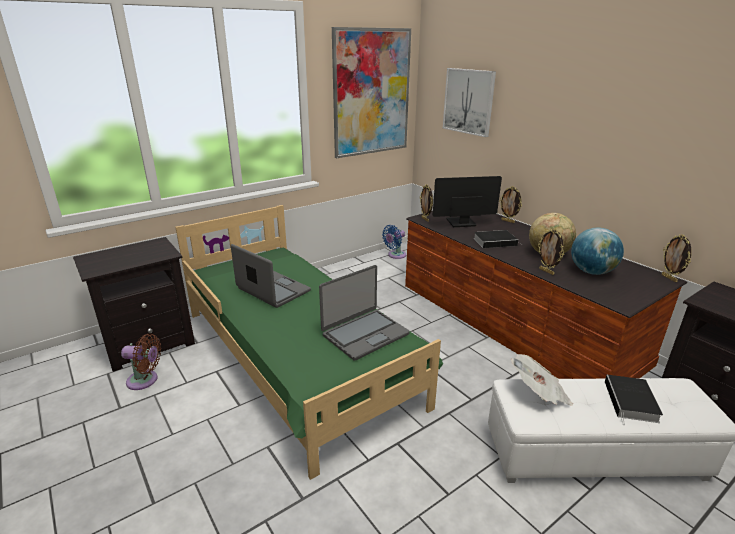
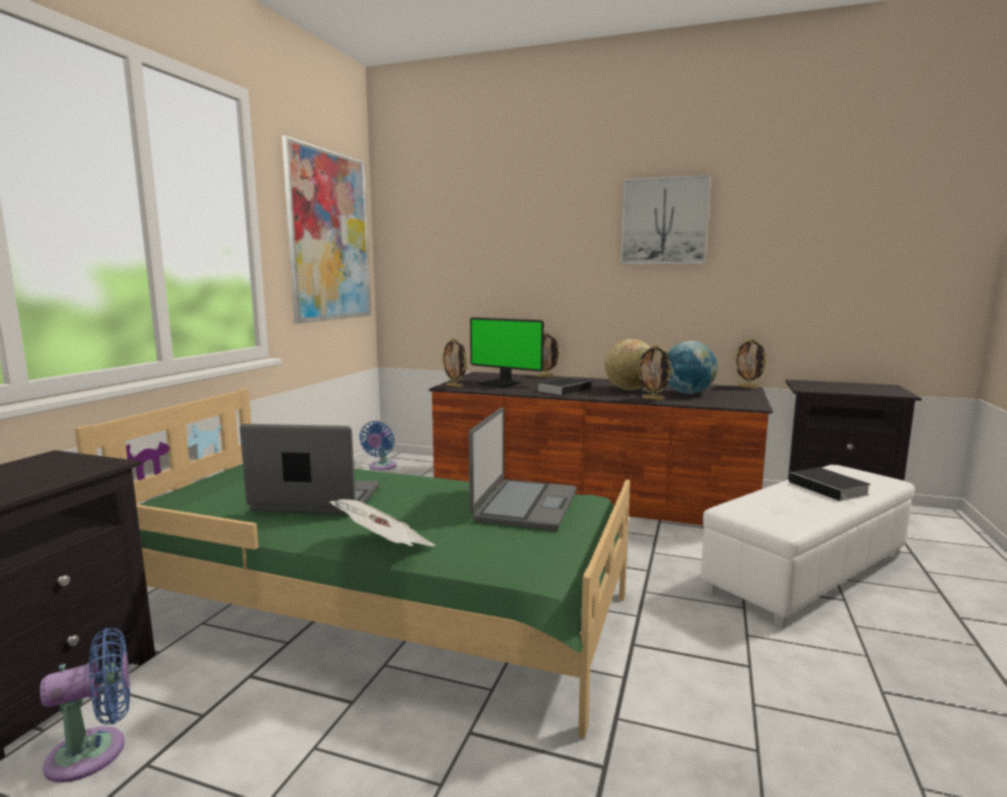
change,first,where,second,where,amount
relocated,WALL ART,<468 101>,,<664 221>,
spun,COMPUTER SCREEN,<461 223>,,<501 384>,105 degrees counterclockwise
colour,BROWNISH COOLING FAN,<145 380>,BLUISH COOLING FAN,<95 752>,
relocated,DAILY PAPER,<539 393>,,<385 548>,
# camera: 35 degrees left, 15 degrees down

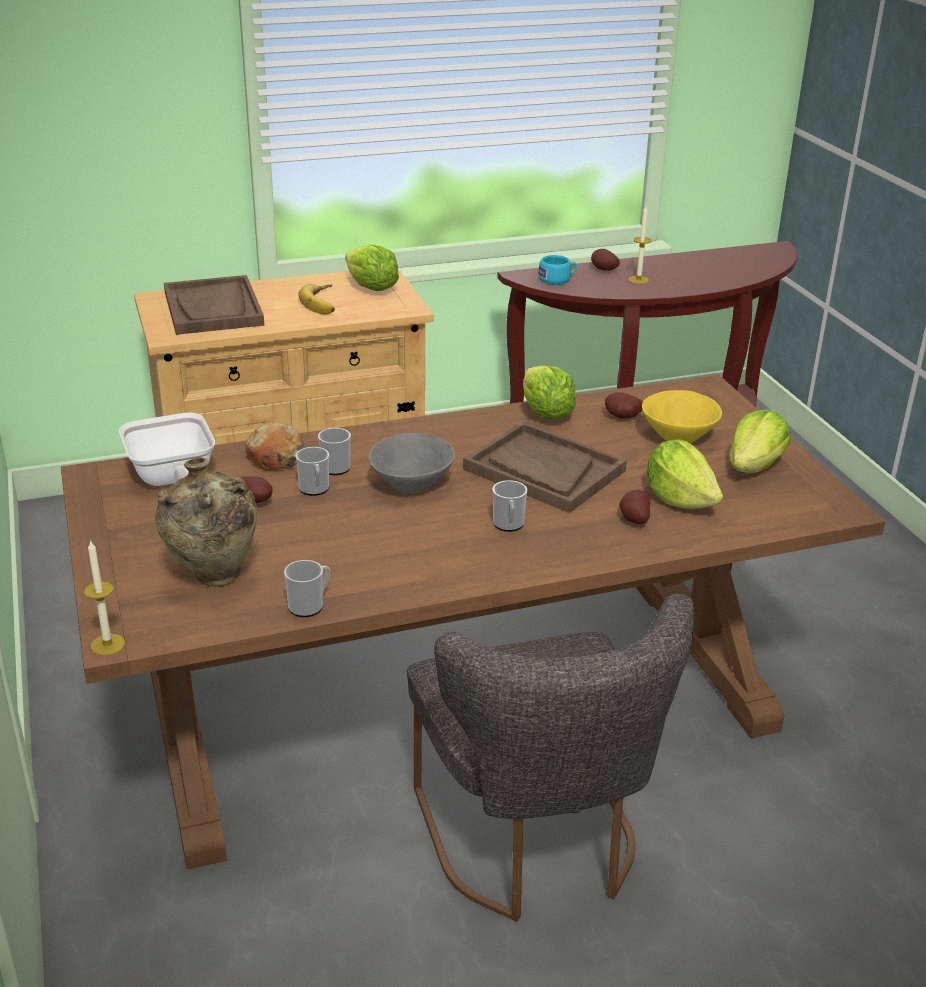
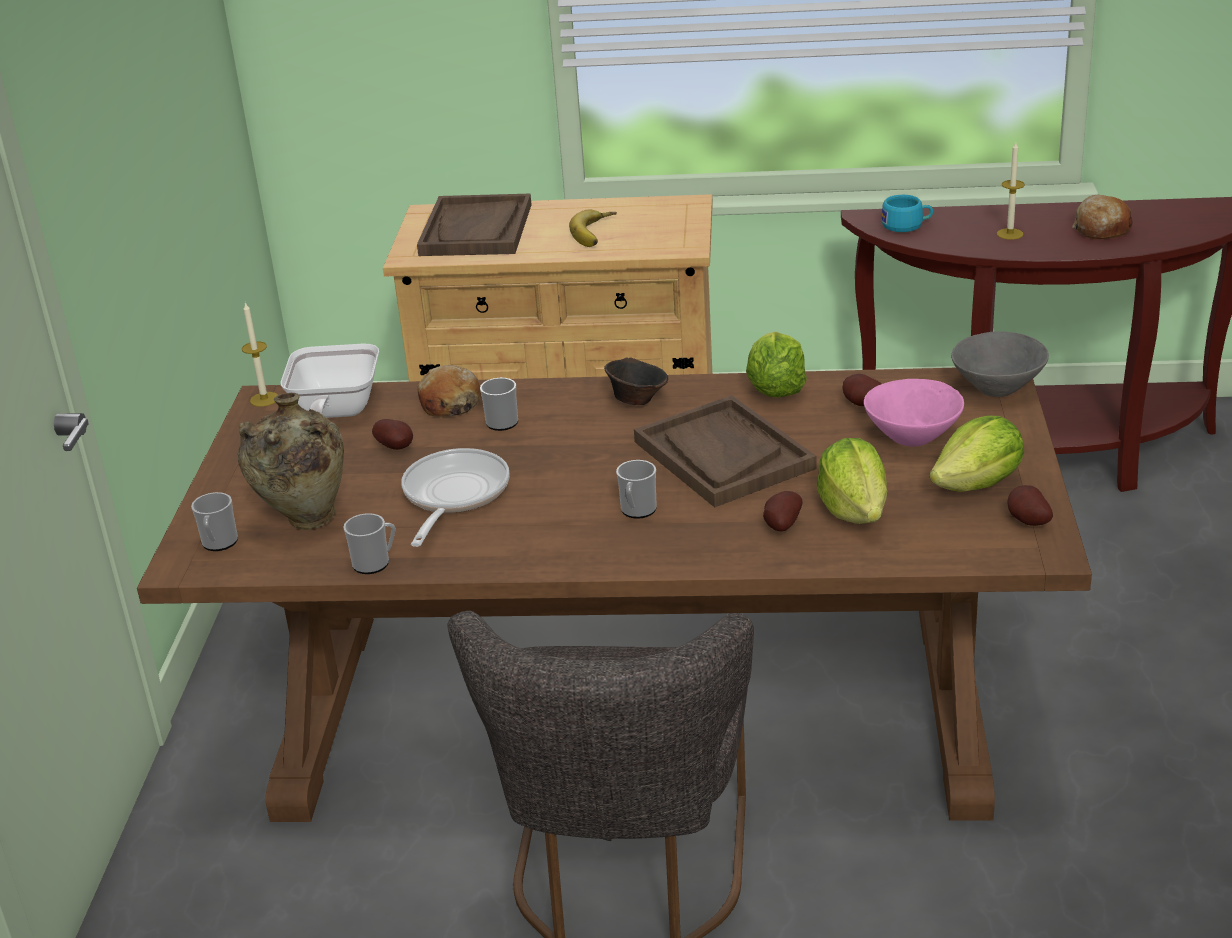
change,first,where,second,where,amount
missing,LETTUCE HEAD,<371 288>,,,
relocated,POTATO,<603 270>,,<1026 521>,
colour,YELLOWISH SERVING BOWL,<679 437>,PINKISH SERVING BOWL,<914 437>,
relocated,GREY SERVING BOWL,<410 485>,,<996 388>,
relocated,COFFEE MUG,<315 490>,,<219 544>,
relocated,WAX CANDLE,<107 644>,,<264 399>,
appeared,,,BREAD,<1101 229>,
appeared,,,BROWNISH SERVING BOWL,<637 400>,
appeared,,,FRYING PAN,<453 496>,
# camera: 25 degrees right, 0 degrees up

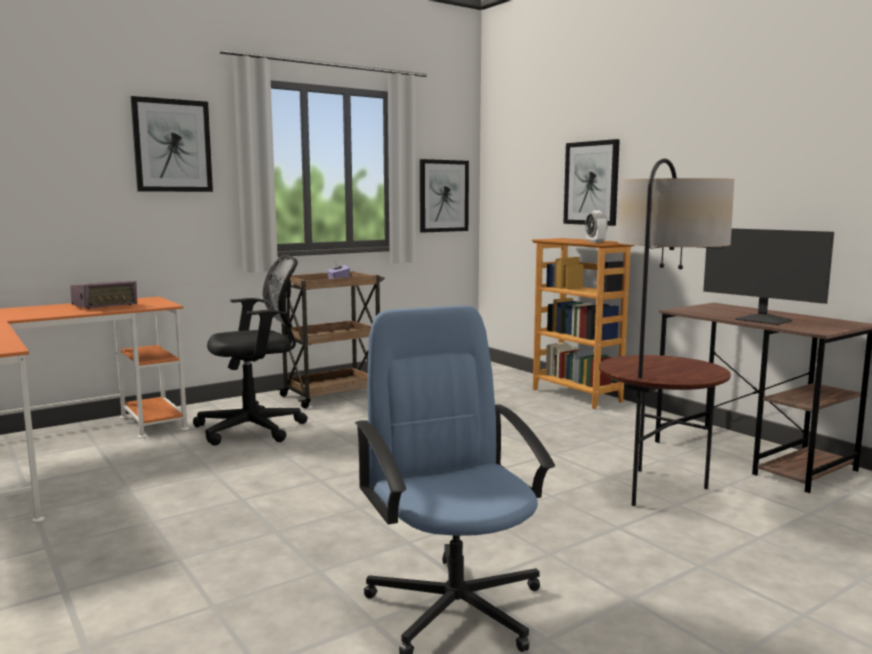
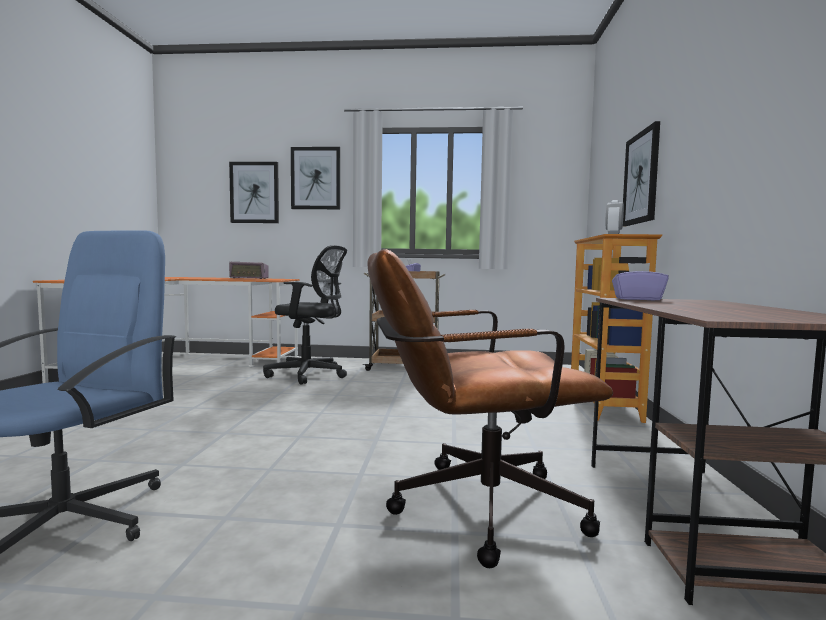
change,first,where,second,where,amount
relocated,WALL ART,<443 196>,,<254 192>,
exchanged,STANDARD LAMP,<655 490>,BROWNISH OFFICE CHAIR,<470 508>,
missing,COMPUTER SCREEN,<763 320>,,,
appeared,,,PURPLE TISSUE HOLDER,<637 299>,
# camera: 40 degrees right, 5 degrees down

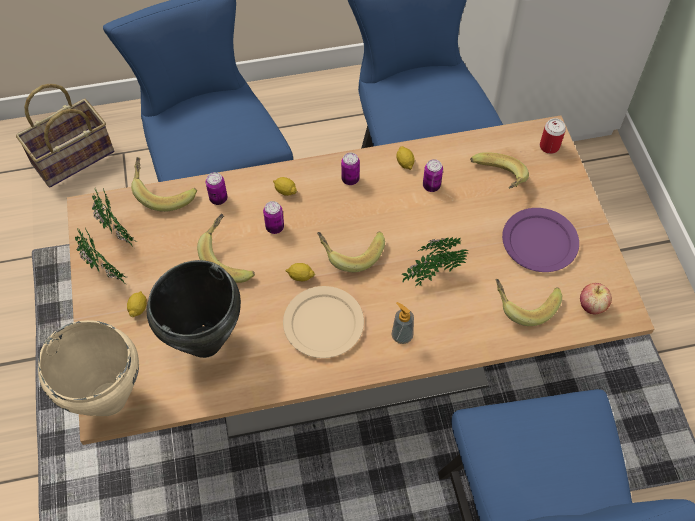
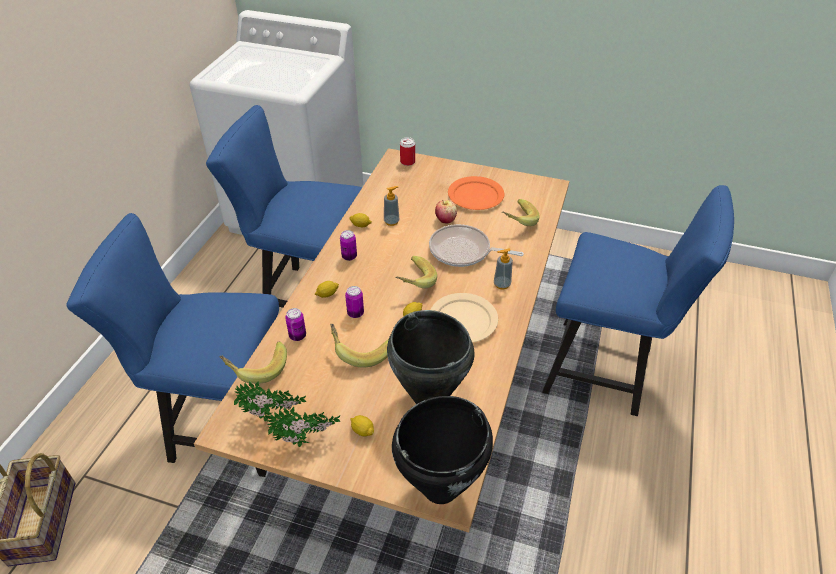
change,first,where,second,where,amount
missing,BANANA FRUIT,<496 181>,,,
exchanged,CAN,<431 186>,SOAP BOTTLE,<391 221>,
colour,PURPLE FLAT DISH,<539 242>,ORANGEY FLAT DISH,<476 196>,
exchanged,PLANT IN A POT,<431 275>,FRYING PAN,<463 251>,
relocated,WHOLE APPLE,<591 306>,,<445 220>,
colour,SAND-COLOURED STOCKPOT,<109 400>,BLACK-COLOURED STOCKPOT,<441 488>,
# camera: 60 degrees left, 15 degrees down

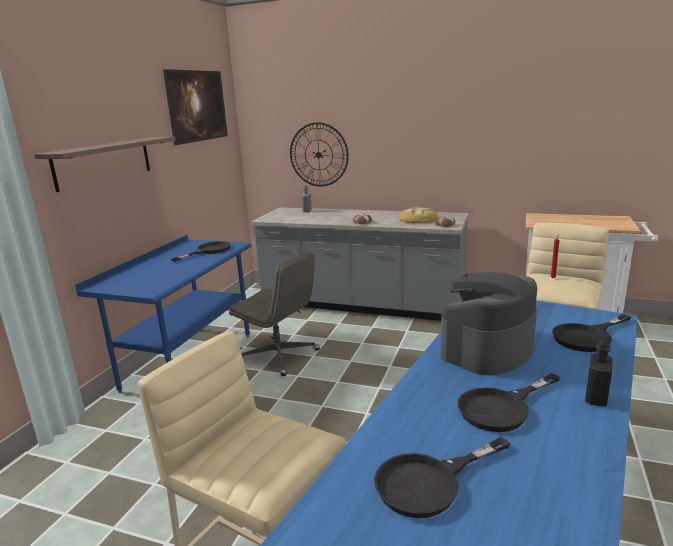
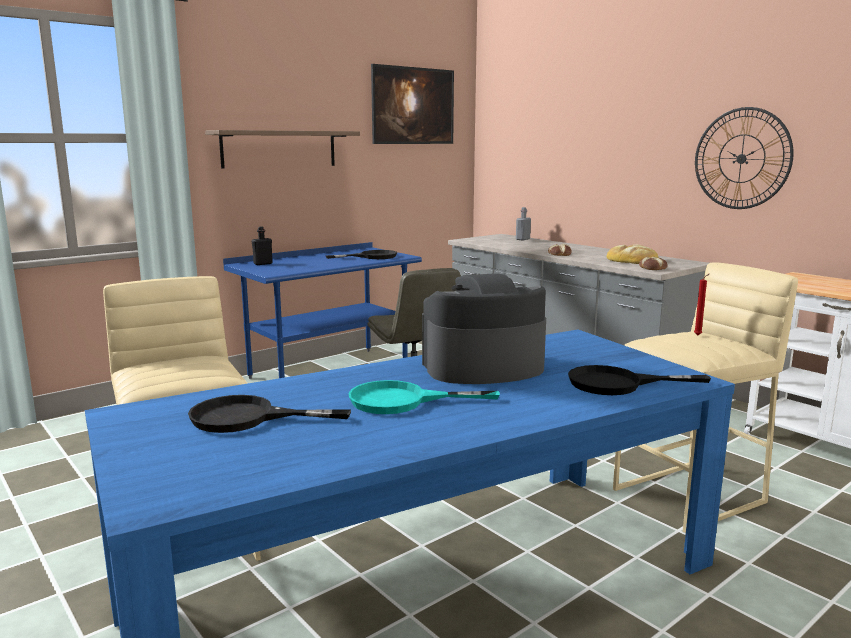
change,first,where,second,where,amount
relocated,WALL CLOCK,<318 155>,,<741 158>,
relocated,BLACK-COLOURED BOTTLE,<596 398>,,<263 264>,
colour,BLACK-COLOURED FRYING PAN,<501 408>,TURQUOISE-COLOURED FRYING PAN,<402 401>,
# camera: 30 degrees right, 5 degrees down

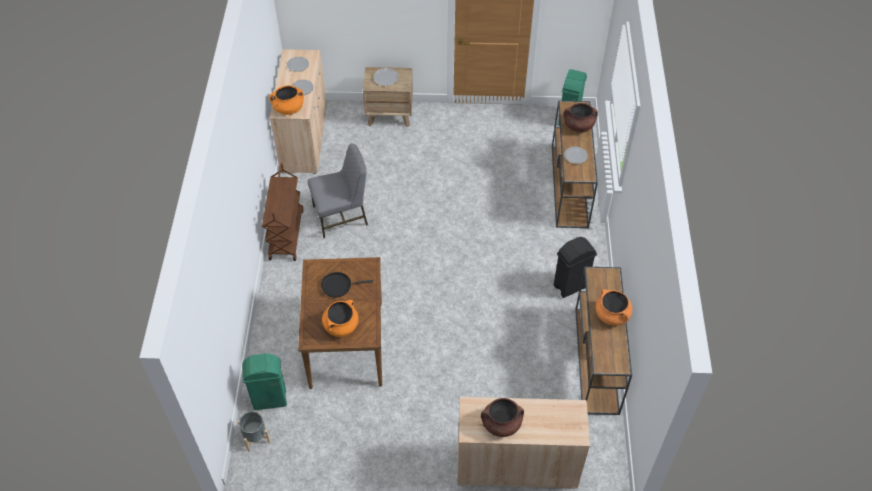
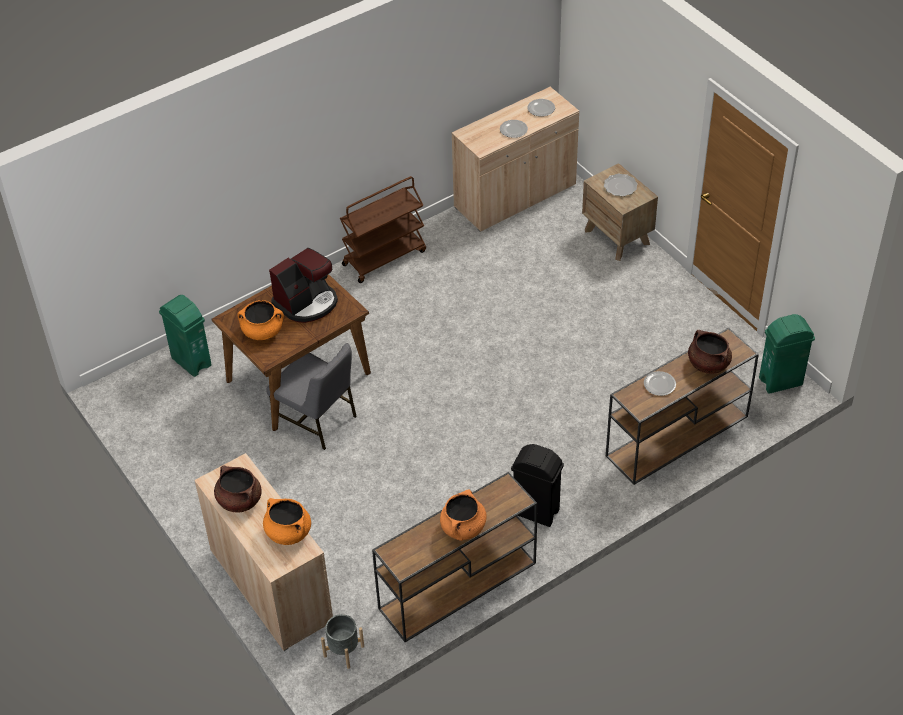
change,first,where,second,where,amount
relocated,ORANGEY STOCKPOT,<288 109>,,<288 532>,
relocated,GREY PLAIN CHAIR,<341 216>,,<317 420>,
exchanged,BLACK-COLOURED FRYING PAN,<338 285>,COFFEE MACHINE,<307 302>,
relocated,GREY PLANTER,<256 437>,,<344 651>,
# camera: 55 degrees right, 5 degrees down

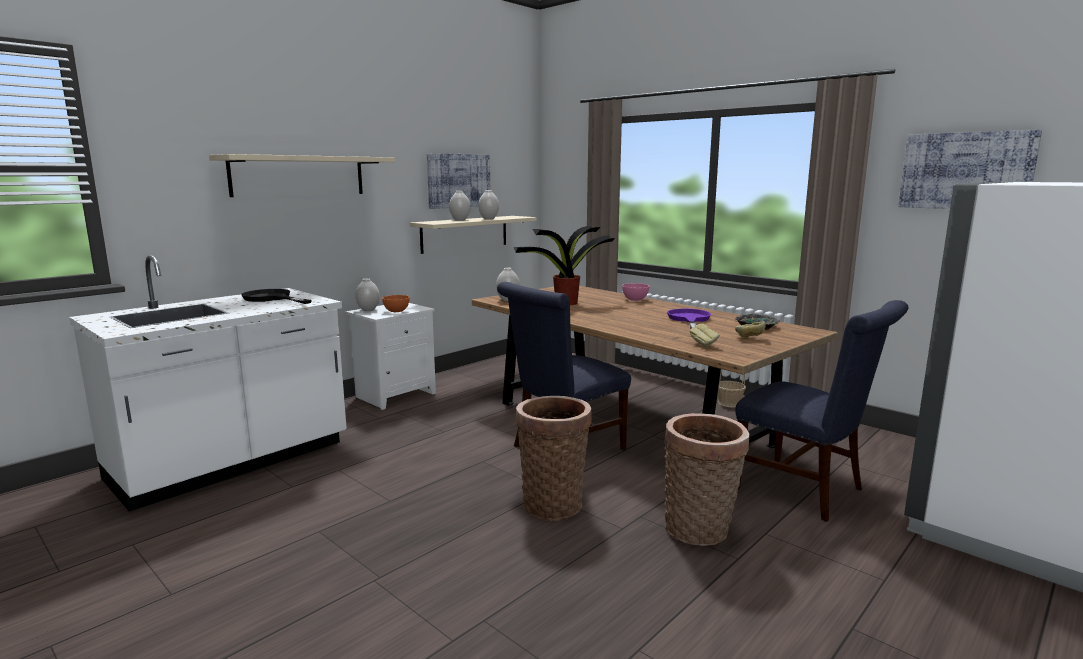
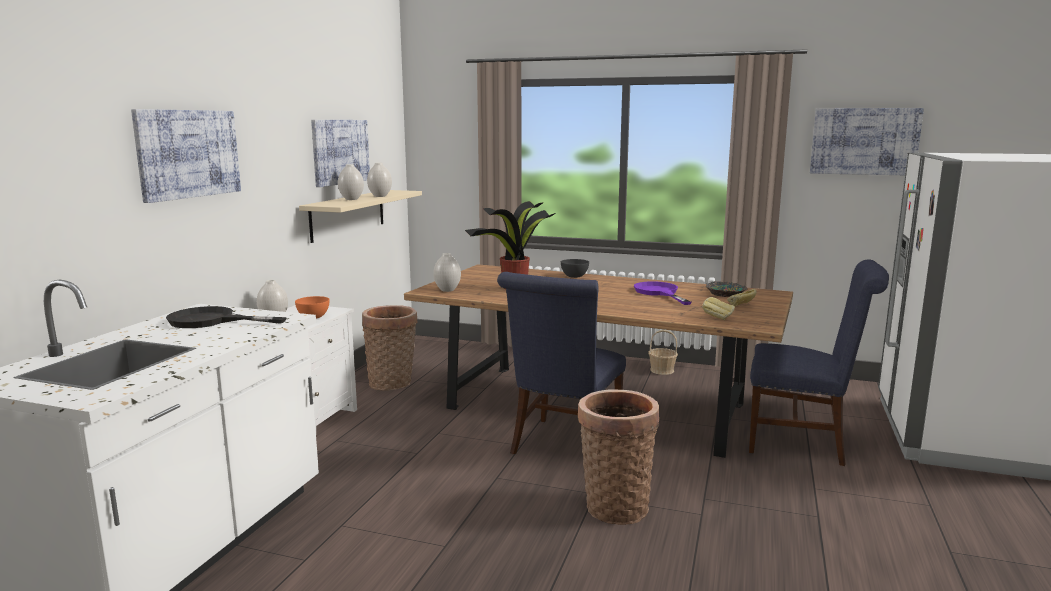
change,first,where,second,where,amount
exchanged,SAND-COLOURED SHELF,<299 176>,WALL ART,<188 153>,
colour,PINKISH SERVING BOWL,<635 299>,GREY SERVING BOWL,<574 276>,
relocated,STORAGE BASKET,<700 530>,,<393 383>,
# camera: 25 degrees left, 0 degrees up

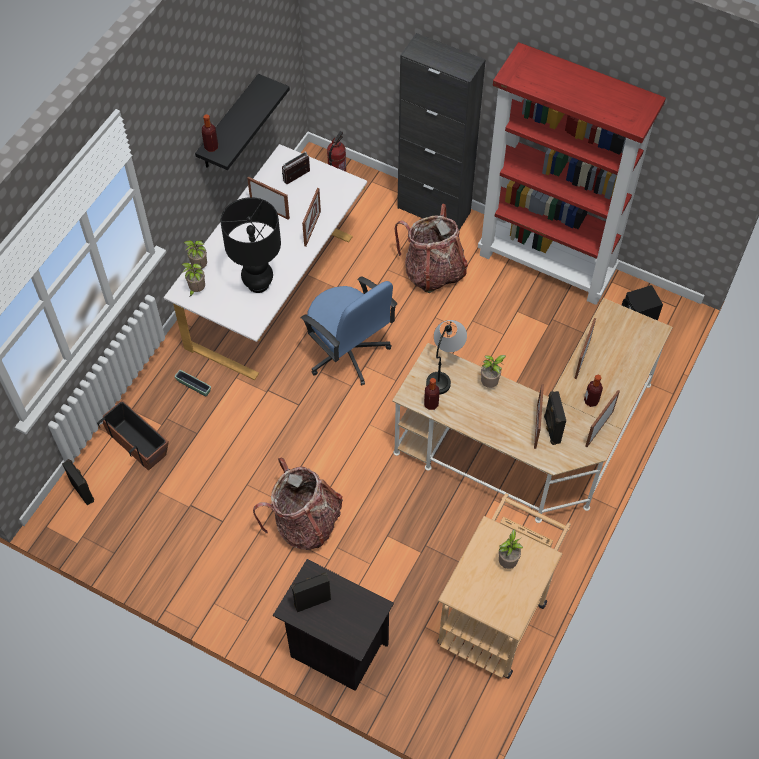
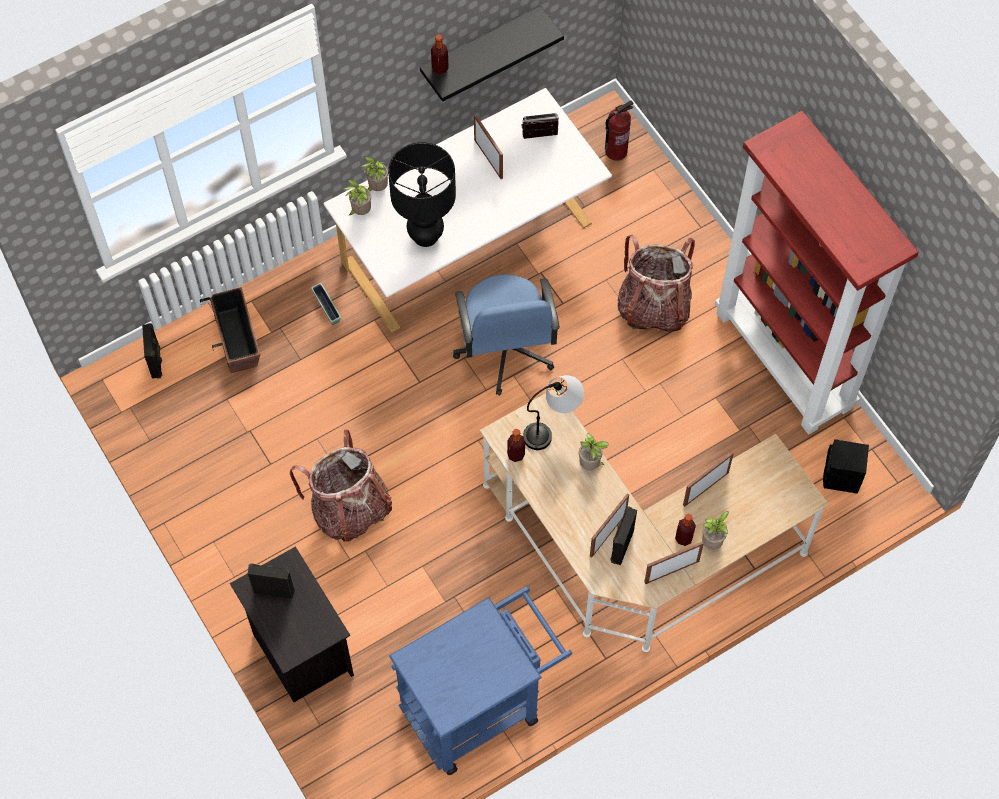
change,first,where,second,where,amount
missing,BLACK-COLOURED CUPBOARD,<433 210>,,,
missing,STANDING FRAME,<312 228>,,,
colour,SAND-COLOURED CART,<496 613>,BLUISH CART,<480 705>,
relocated,PLANT IN A POT,<507 562>,,<713 542>,
# camera: 30 degrees right, 5 degrees up

